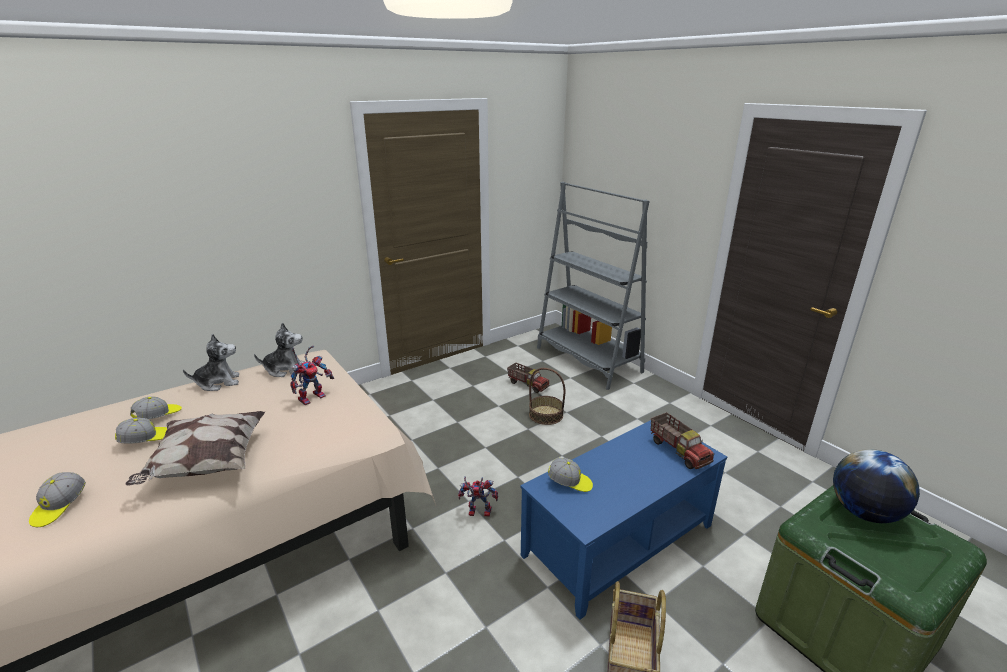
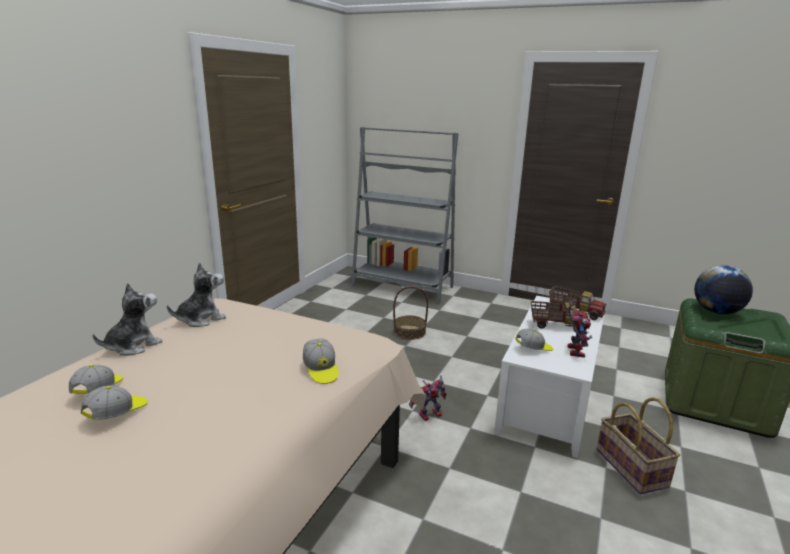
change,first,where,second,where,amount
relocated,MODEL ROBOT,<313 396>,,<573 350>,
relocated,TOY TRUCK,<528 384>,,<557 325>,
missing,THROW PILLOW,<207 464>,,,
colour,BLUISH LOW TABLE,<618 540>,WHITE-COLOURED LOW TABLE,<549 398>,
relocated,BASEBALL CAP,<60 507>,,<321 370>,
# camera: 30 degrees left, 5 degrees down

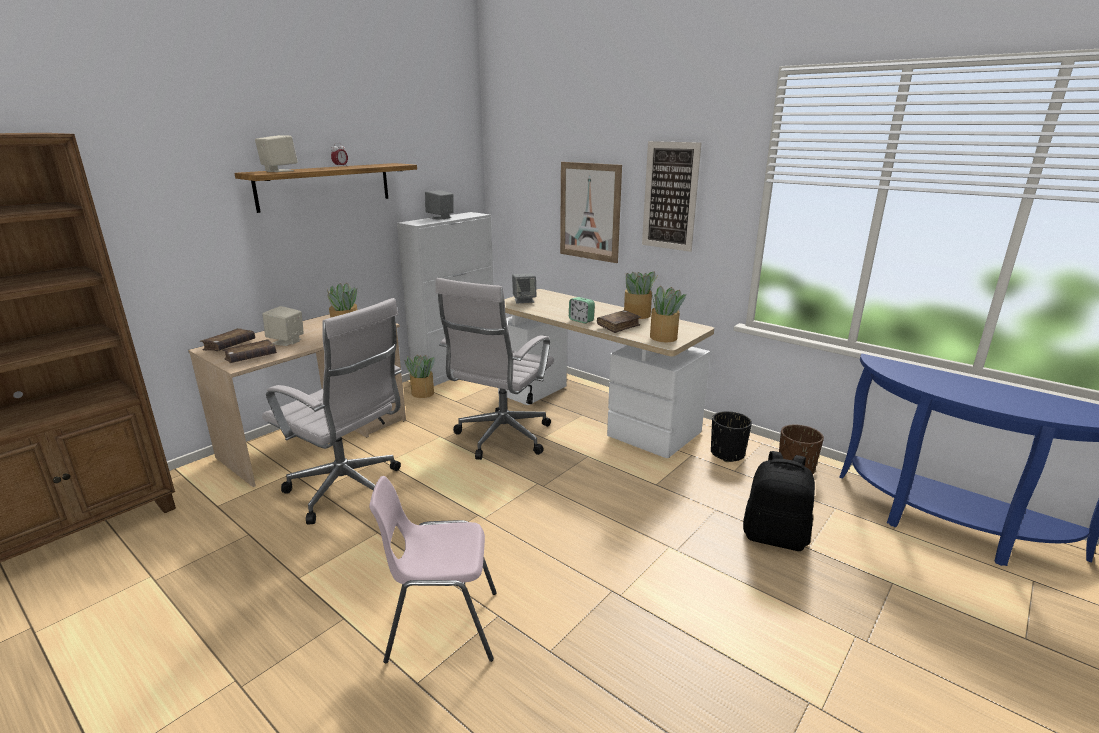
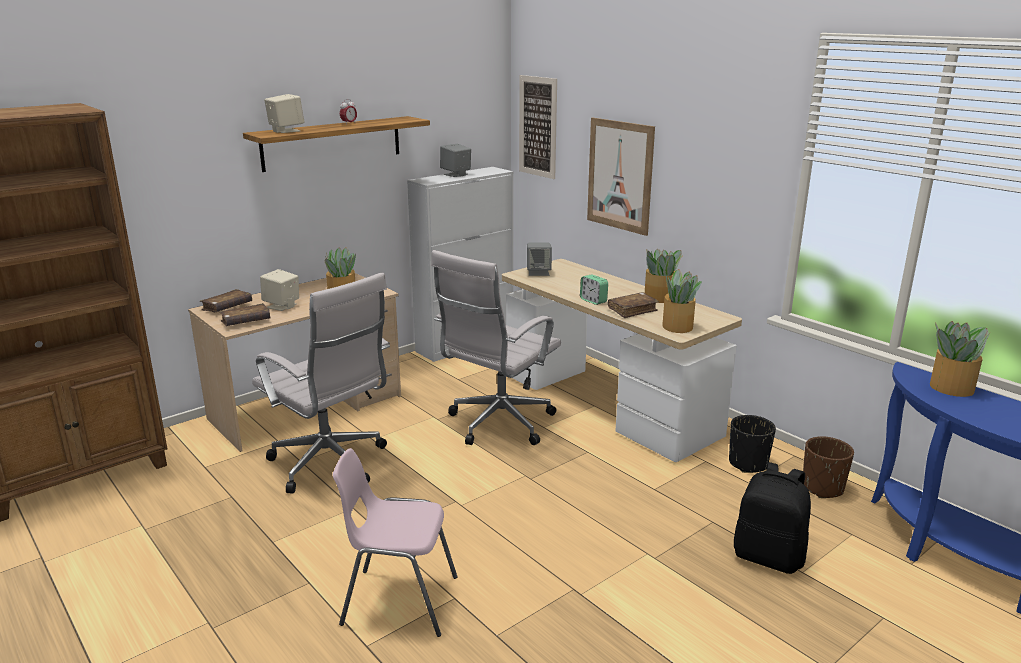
change,first,where,second,where,amount
relocated,WALL ART,<670 196>,,<538 126>,
relocated,PLANT IN A POT,<422 393>,,<950 387>,
# camera: 10 degrees right, 0 degrees up

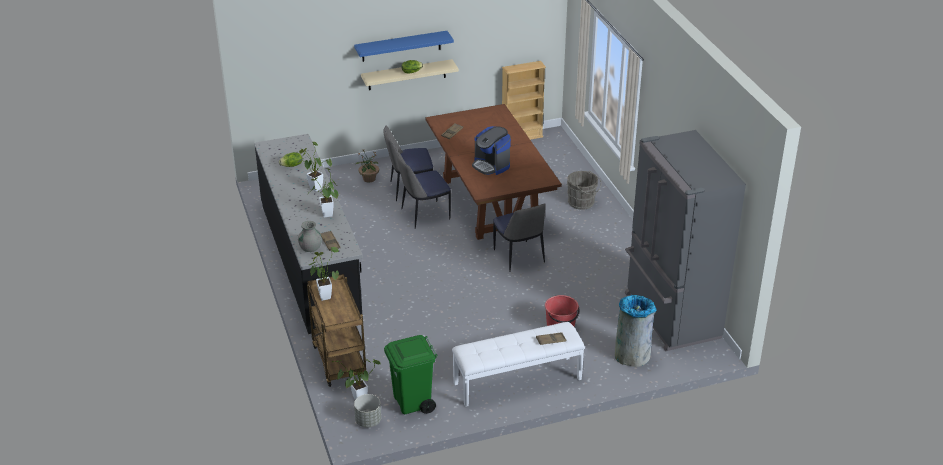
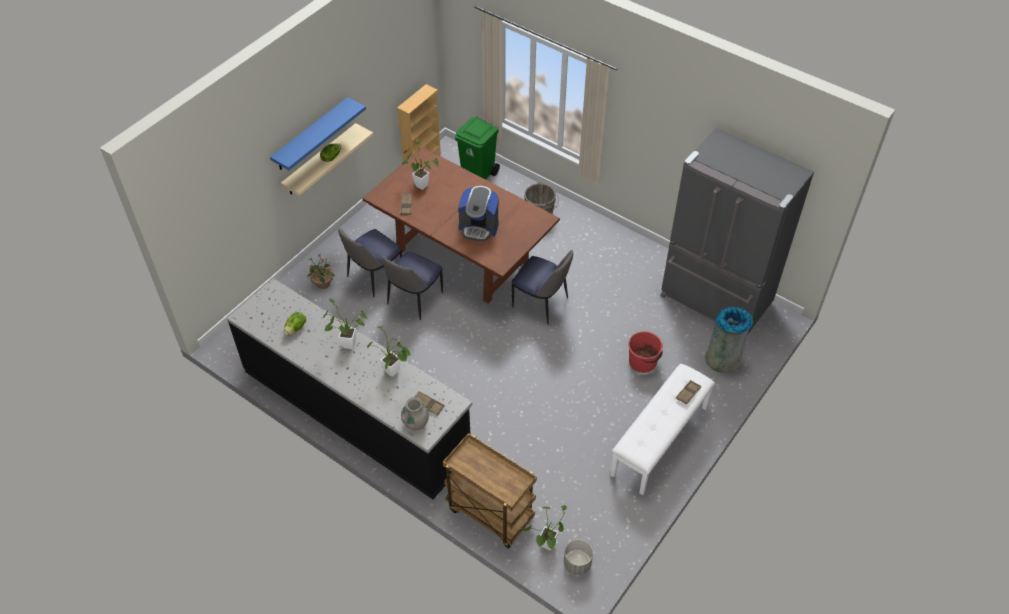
change,first,where,second,where,amount
relocated,PLANT IN A POT,<324 295>,,<419 184>,
relocated,GREENISH TRASH CAN,<413 403>,,<478 173>,
# camera: 35 degrees left, 15 degrees up

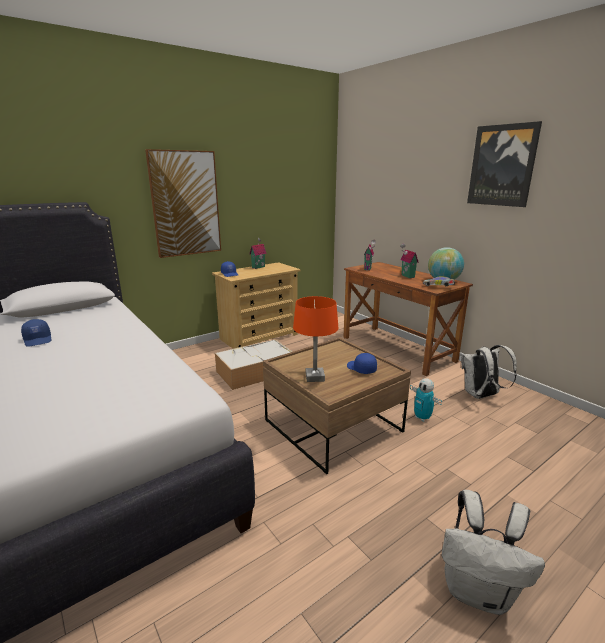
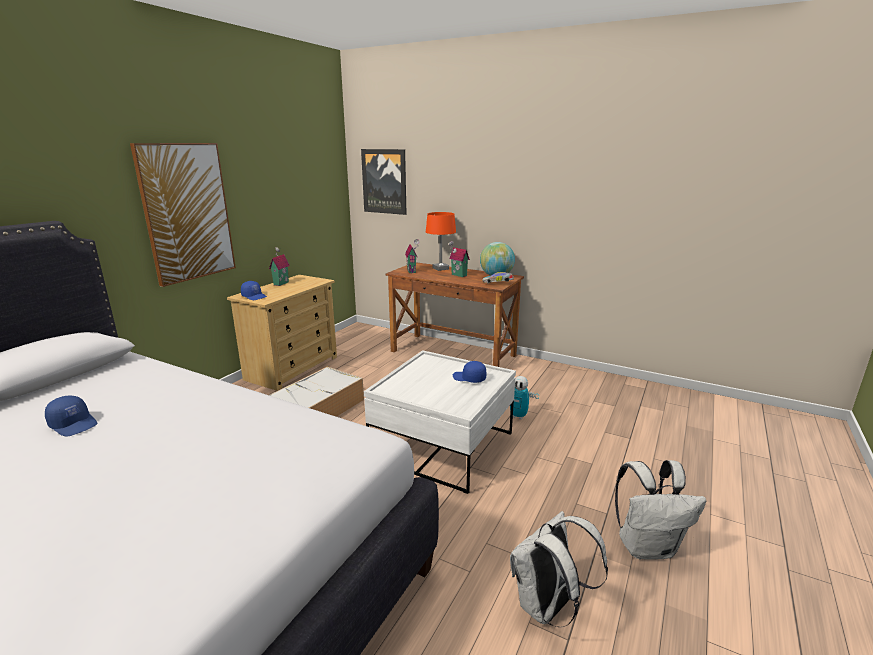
change,first,where,second,where,amount
relocated,WALL ART,<502 165>,,<384 181>,
relocated,ORANGEY LAMP FOR A TABLE,<314 377>,,<440 268>,
colour,BROWNISH LOW TABLE,<333 426>,WHITE-COLOURED LOW TABLE,<443 446>,
relocated,WHITE-COLOURED RUCKSACK,<481 396>,,<548 607>,
# camera: 25 degrees left, 0 degrees up

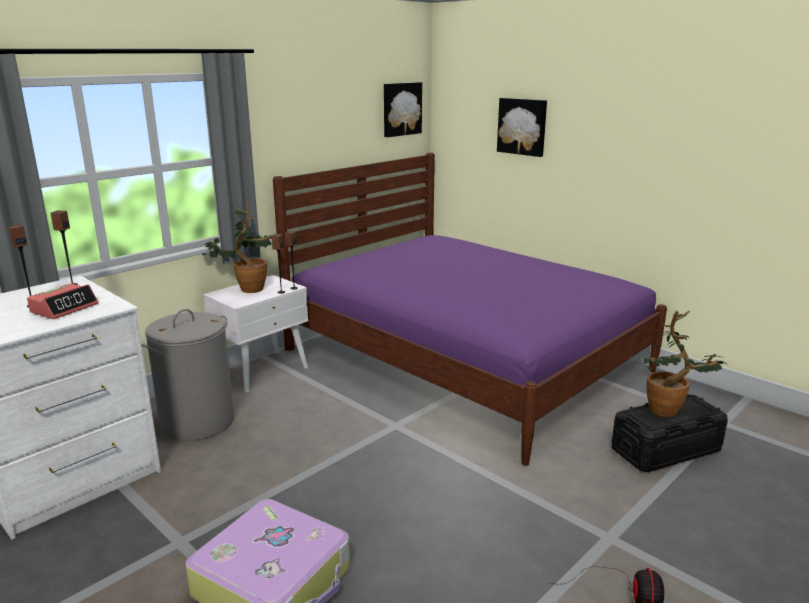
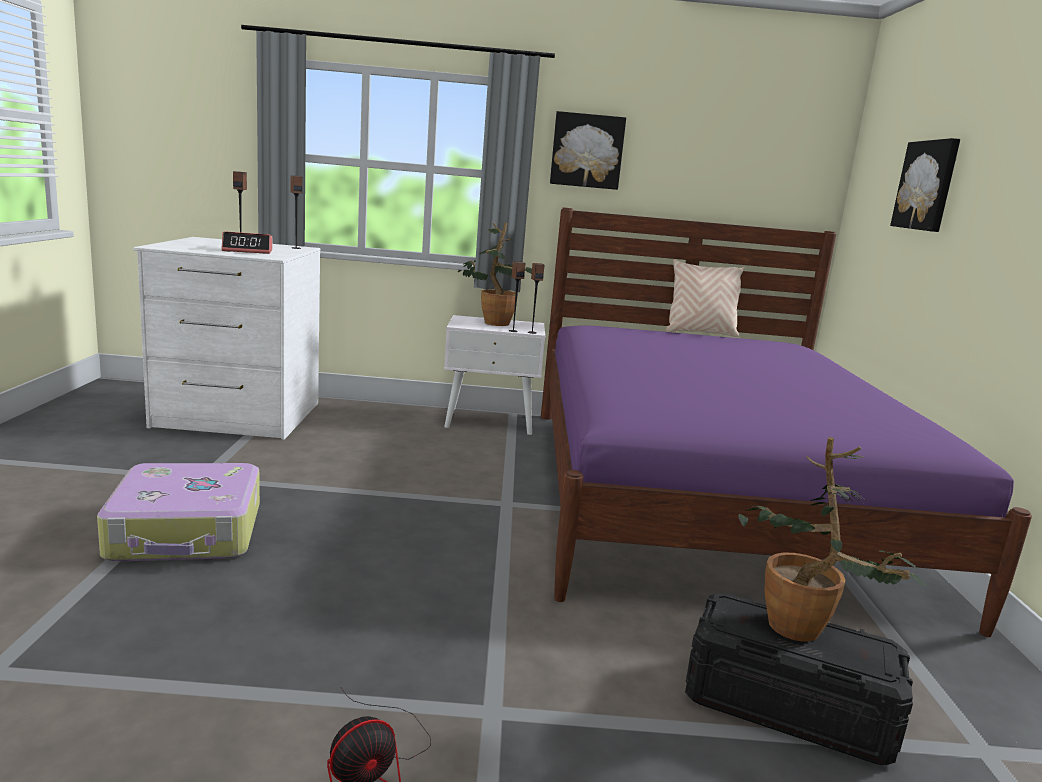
change,first,where,second,where,amount
relocated,WALL ART,<401 109>,,<587 151>,
missing,GREY HAMPER,<197 422>,,,
appeared,,,SAND-COLOURED THROW PILLOW,<700 333>,
# camera: 45 degrees right, 5 degrees down

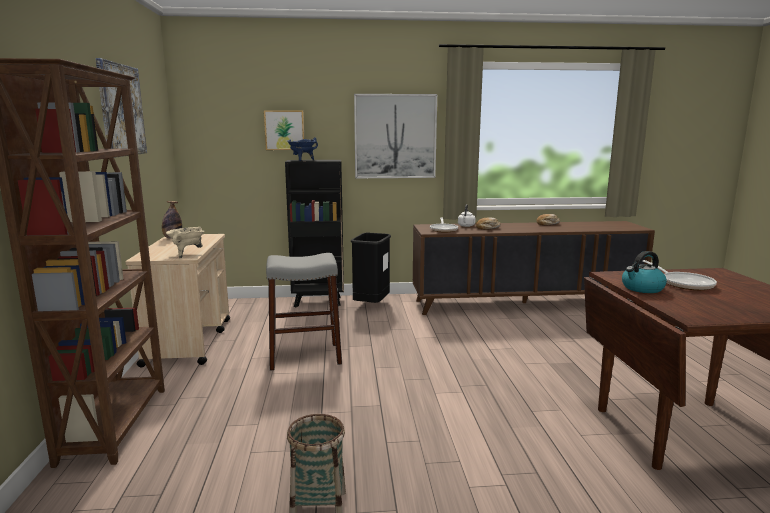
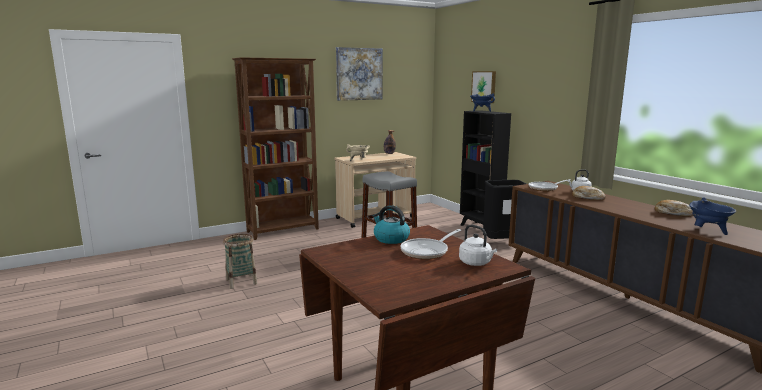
change,first,where,second,where,amount
missing,WALL ART,<395 136>,,,
appeared,,,BLUISH STOCKPOT,<707 231>,
appeared,,,WHITE-COLOURED TEA KETTLE,<476 263>,
# camera: 65 degrees right, 0 degrees up

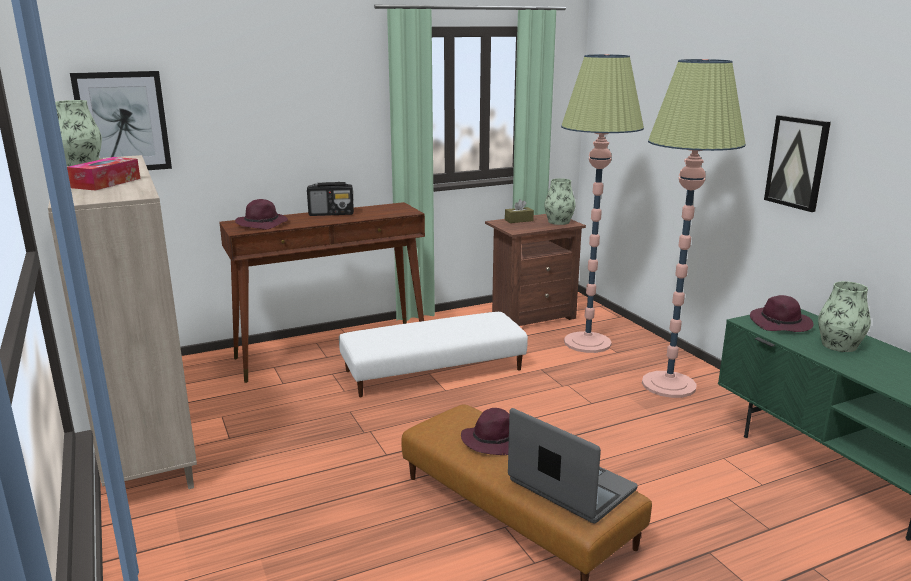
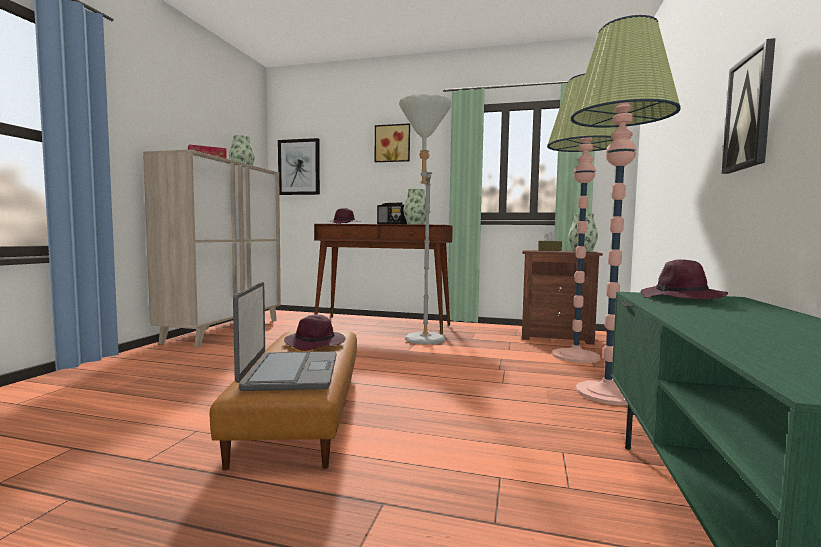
change,first,where,second,where,amount
relocated,VASE,<839 345>,,<415 224>,
exchanged,WHITE-COLOURED FOOTREST,<433 370>,GREY STANDARD LAMP,<422 342>,
appeared,,,WALL ART,<392 143>,
# camera: 40 degrees right, 15 degrees down

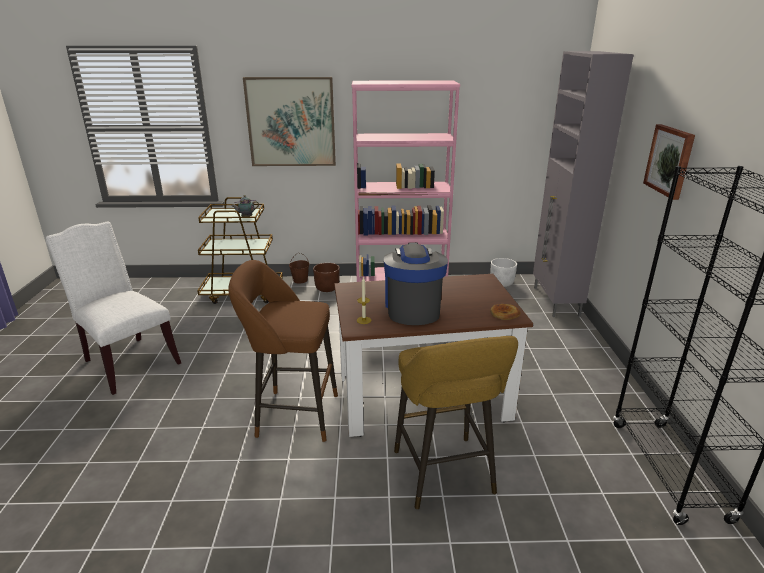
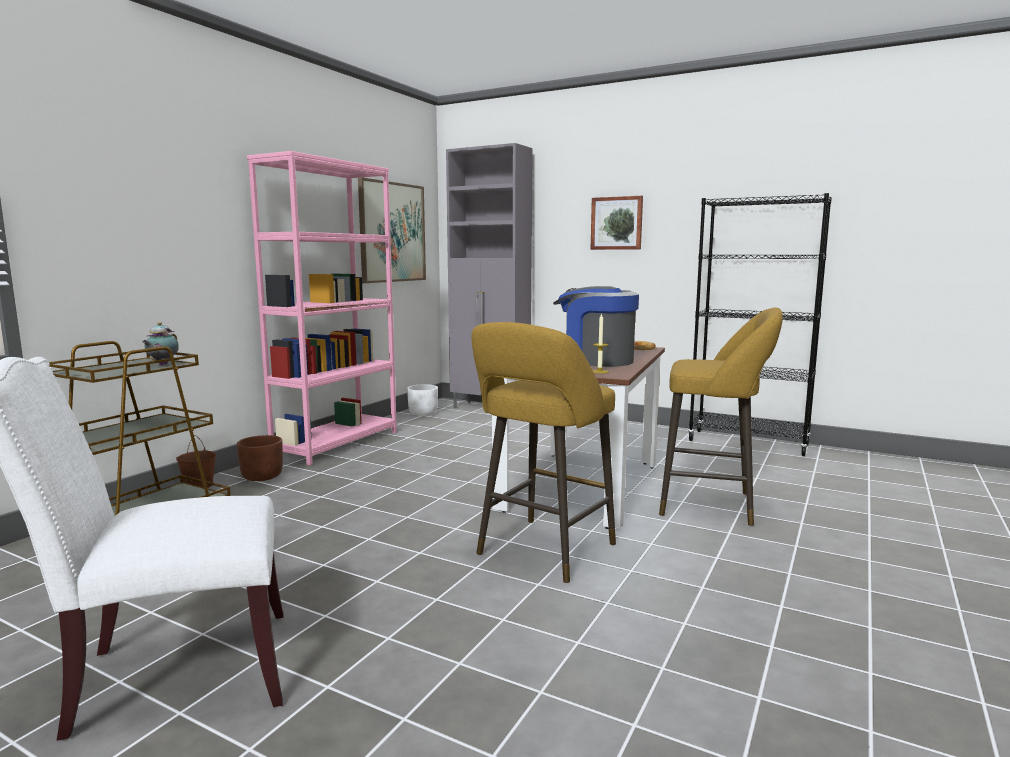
change,first,where,second,where,amount
relocated,WALL ART,<291 122>,,<392 232>,
colour,BROWNISH STOOL,<292 414>,YELLOWISH STOOL,<542 552>,
# camera: 60 degrees left, 15 degrees down

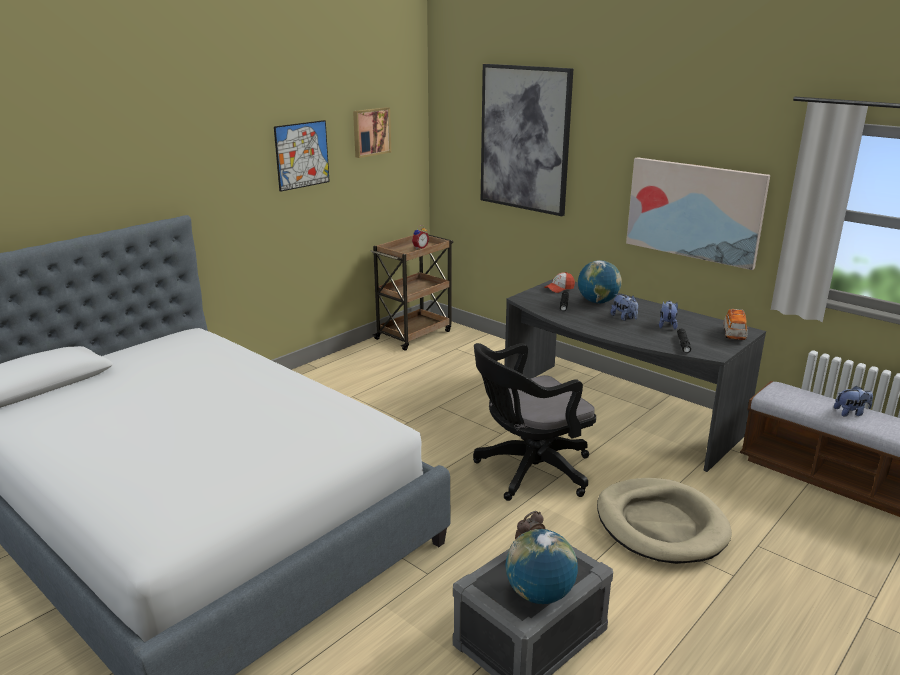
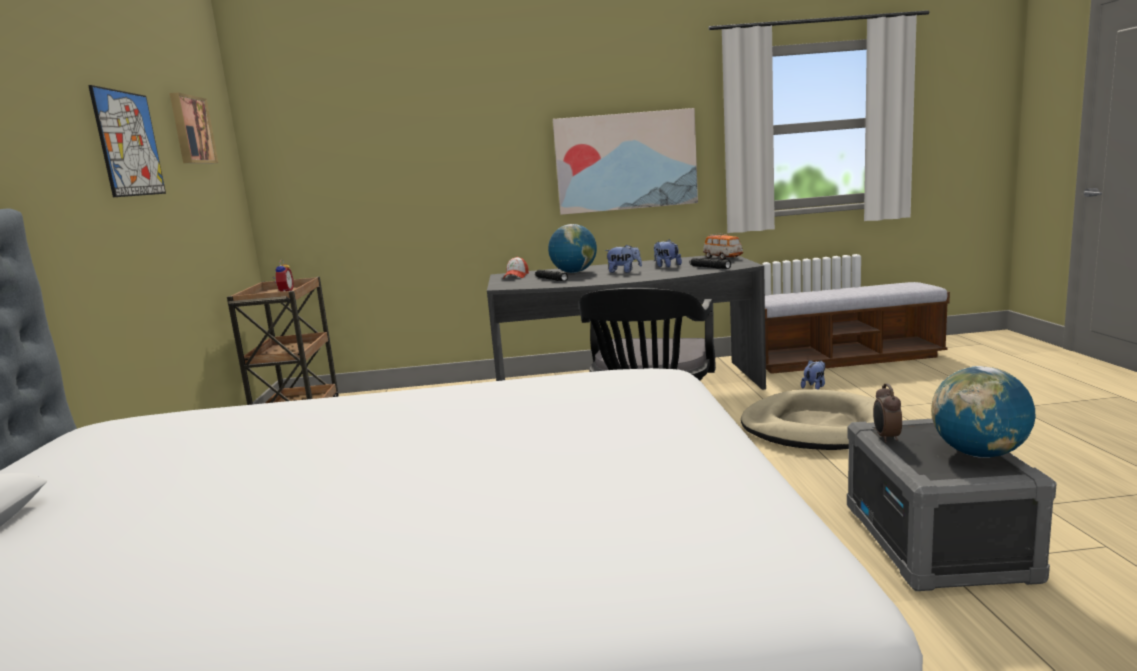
change,first,where,second,where,amount
missing,WALL ART,<525 139>,,,
relocated,CUDDLY TOY,<851 413>,,<814 387>,
# camera: 45 degrees left, 10 degrees down

